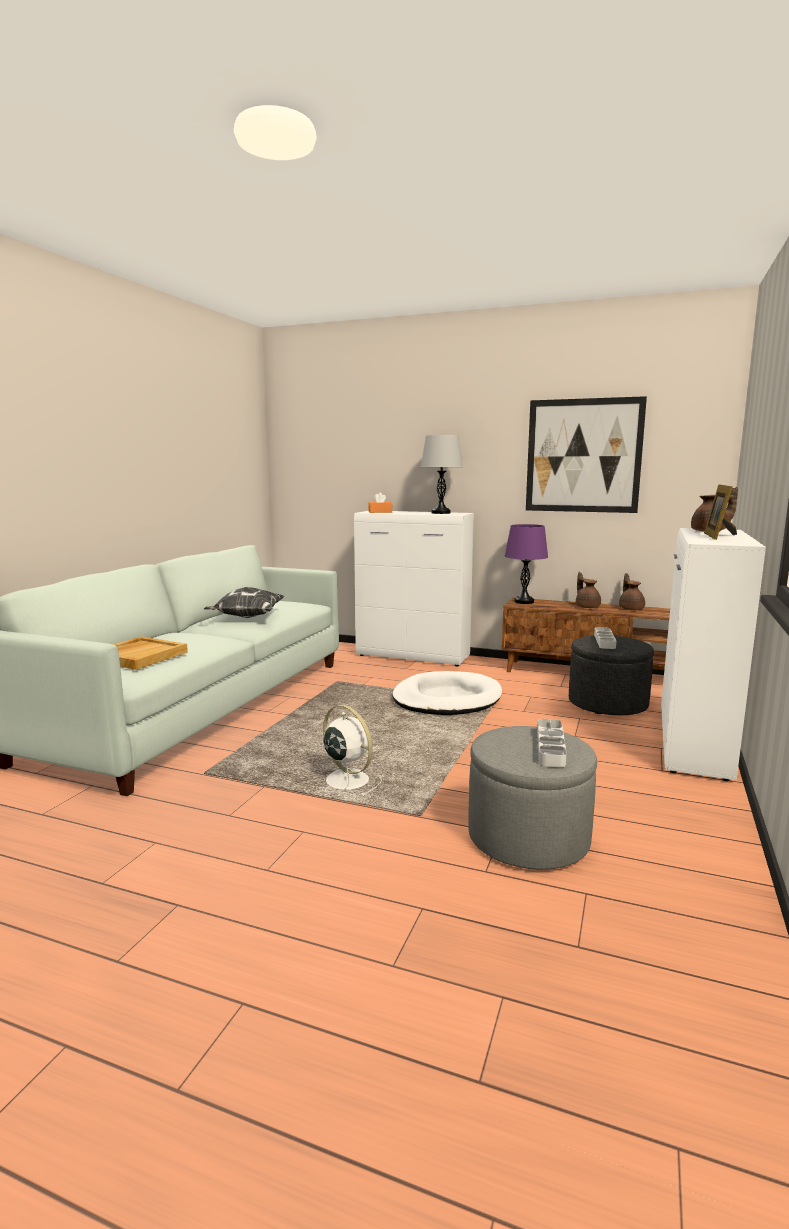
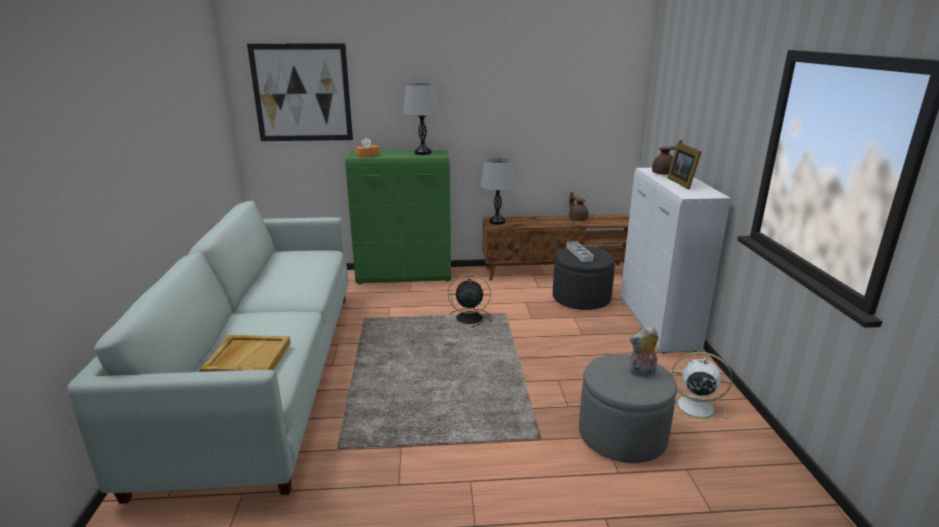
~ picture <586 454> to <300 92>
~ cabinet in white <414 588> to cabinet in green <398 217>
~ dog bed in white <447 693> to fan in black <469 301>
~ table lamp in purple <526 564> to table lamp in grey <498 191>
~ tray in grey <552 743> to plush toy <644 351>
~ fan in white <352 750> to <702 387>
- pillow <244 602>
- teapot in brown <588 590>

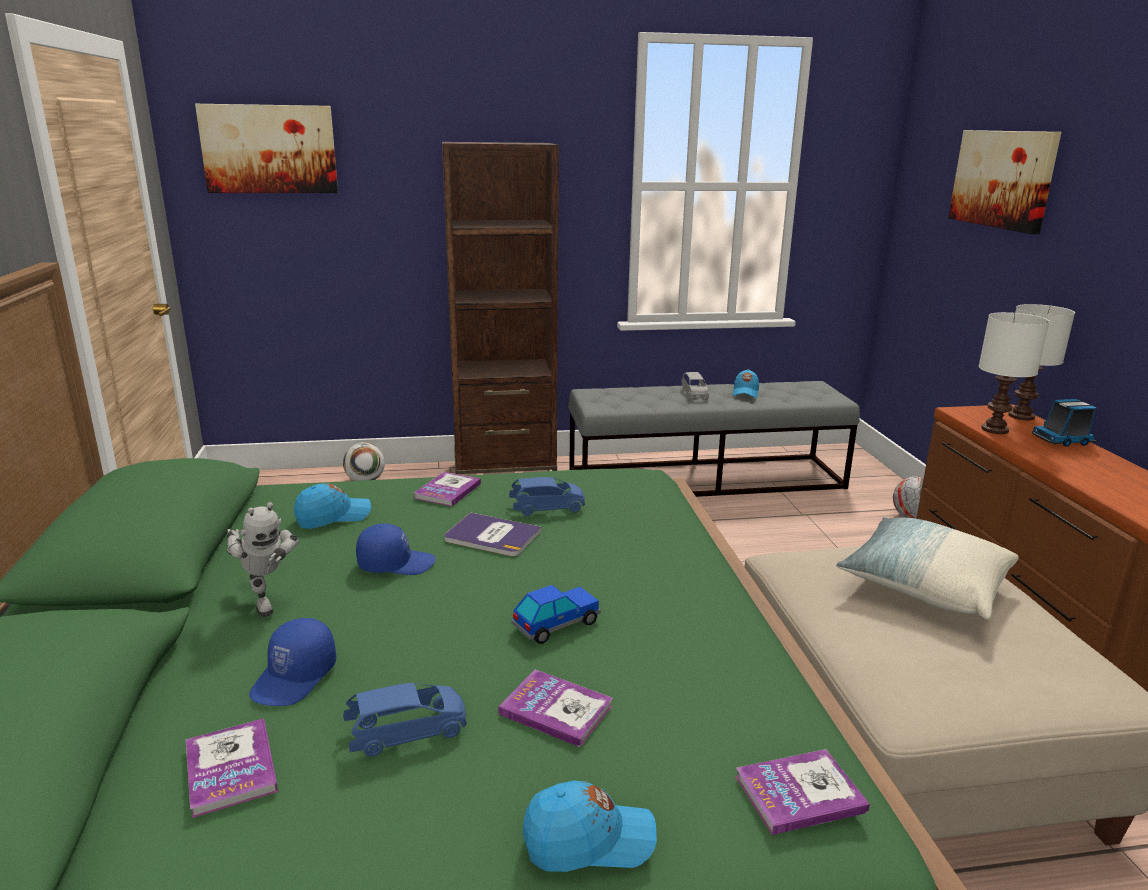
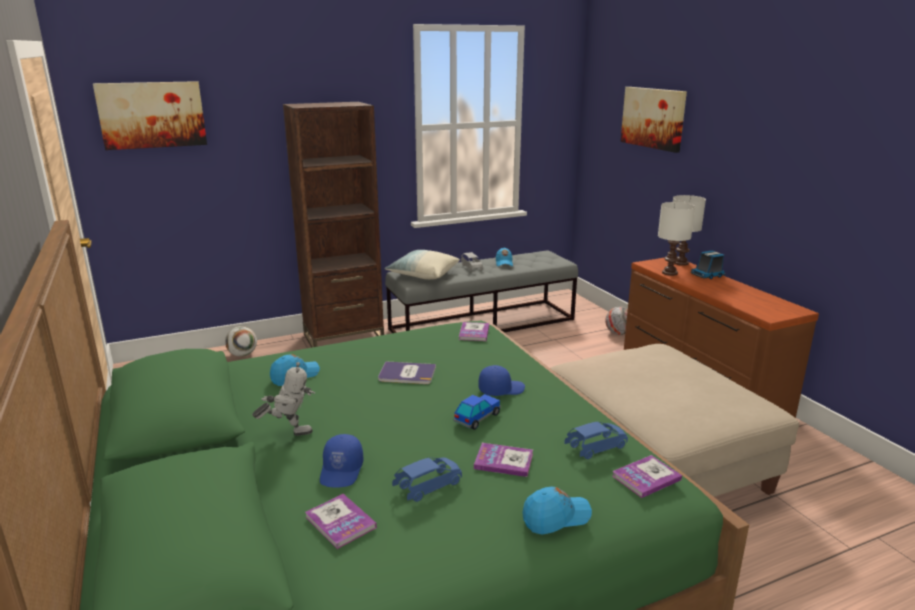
~ toy robot <262 559> = <283 399> 45 degrees counterclockwise
~ pillow <927 568> to <422 264>
~ book <447 489> to <474 331>
~ cap in blue <396 549> to <501 380>
~ toy car in blue <547 496> to <596 440>

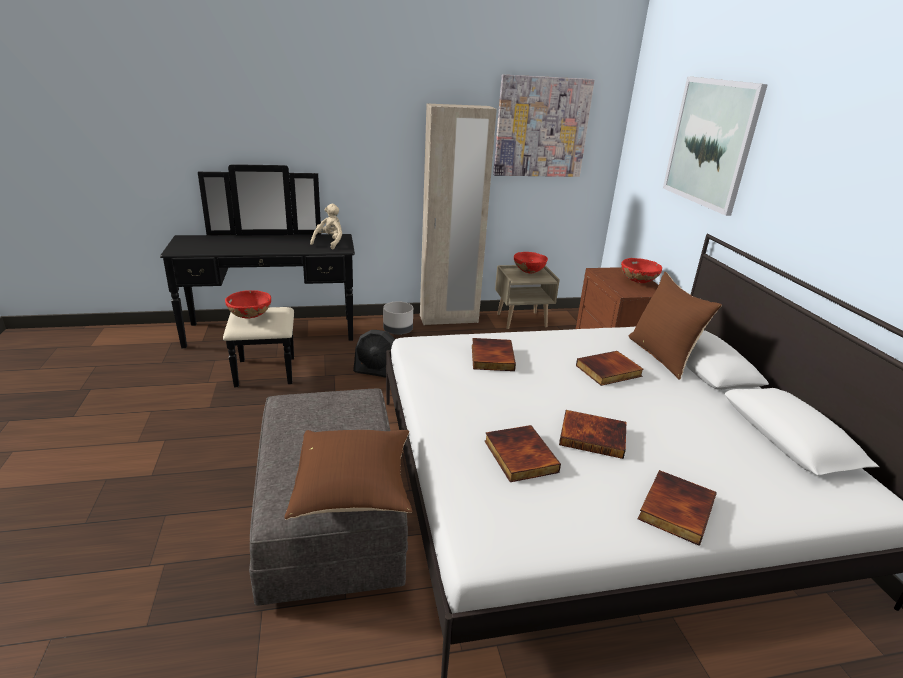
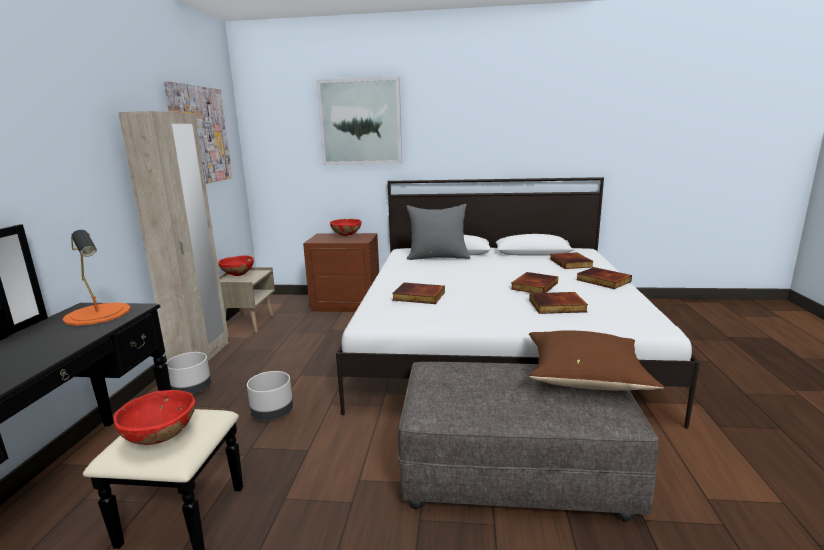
~ plush toy in beige <326 227> to table lamp in orange <96 278>
~ fan in black <374 354> to planter in grey <270 396>
~ pillow in brown <675 326> to pillow in grey <438 232>
~ book <610 368> to <572 260>

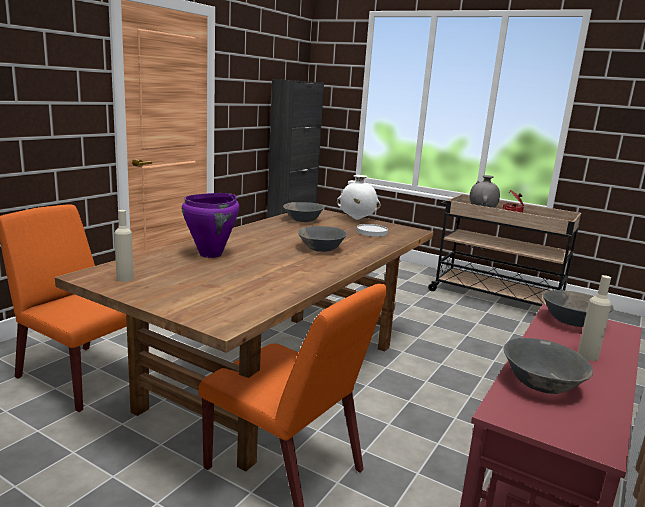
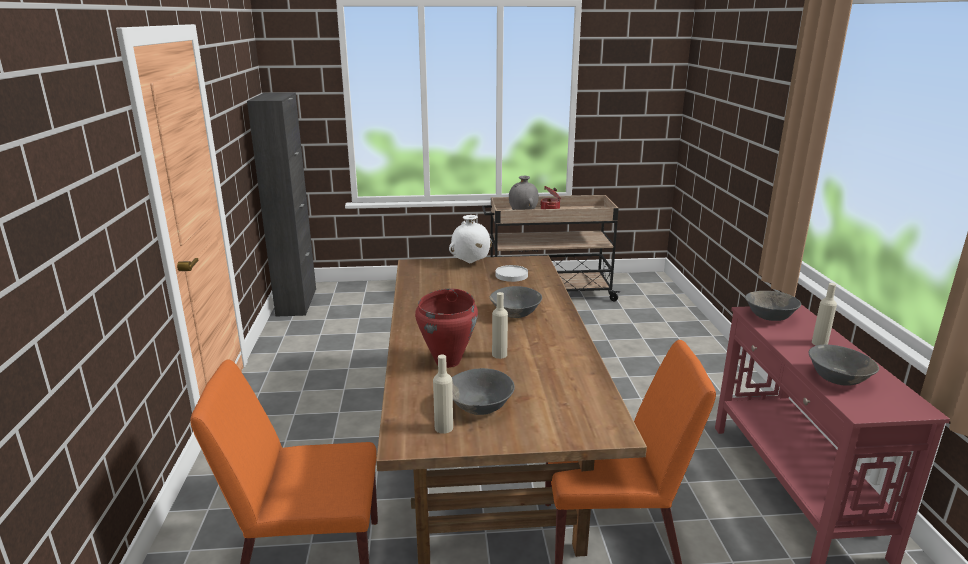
~ cooking pot in purple <210 225> to cooking pot in red <446 328>
~ bowl in grey <303 212> to <483 391>
+ bottle in beige <500 325>

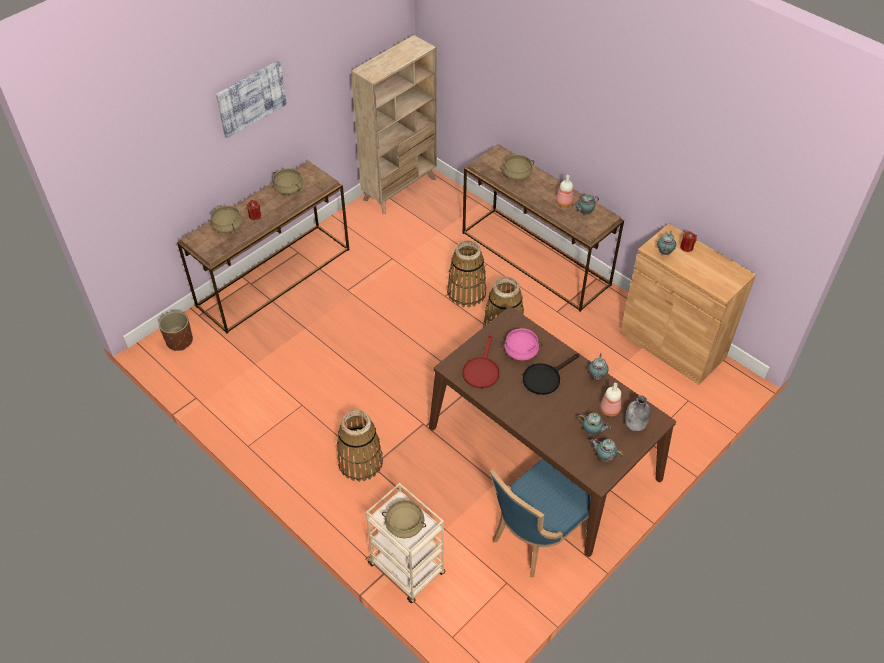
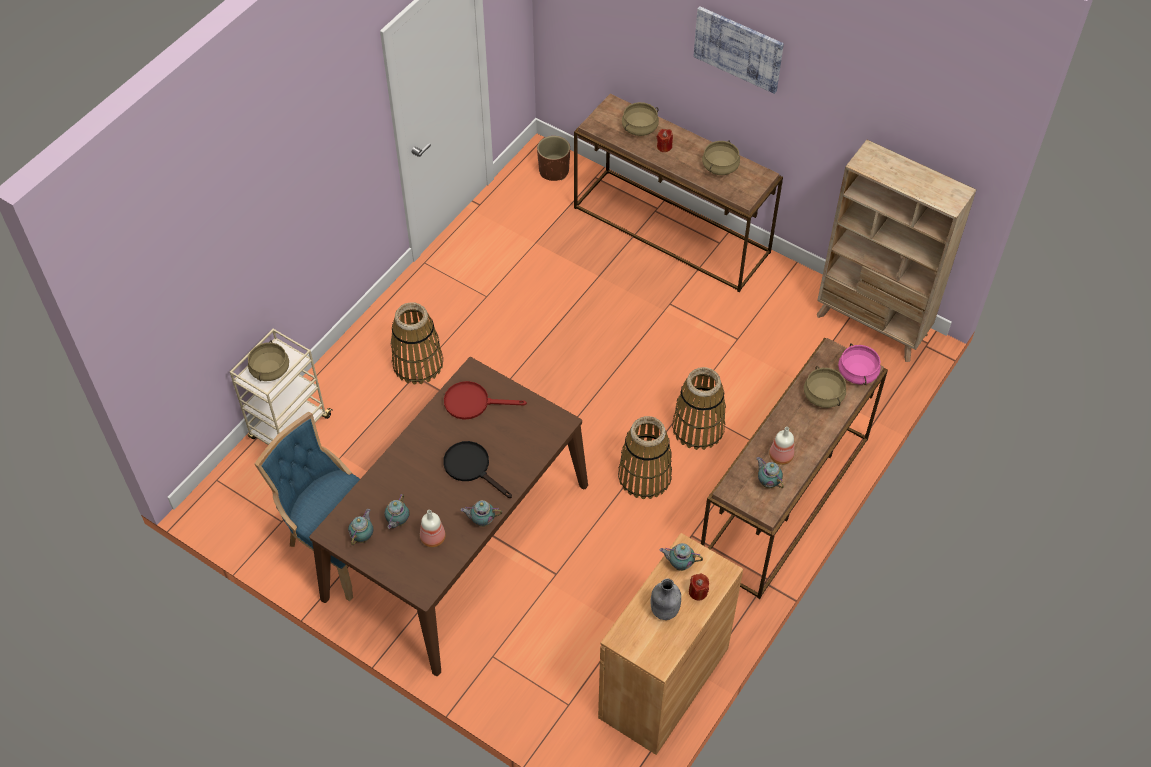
~ bottle in grey <638 413> to <666 599>
~ cooking pot in pink <522 344> to <859 364>

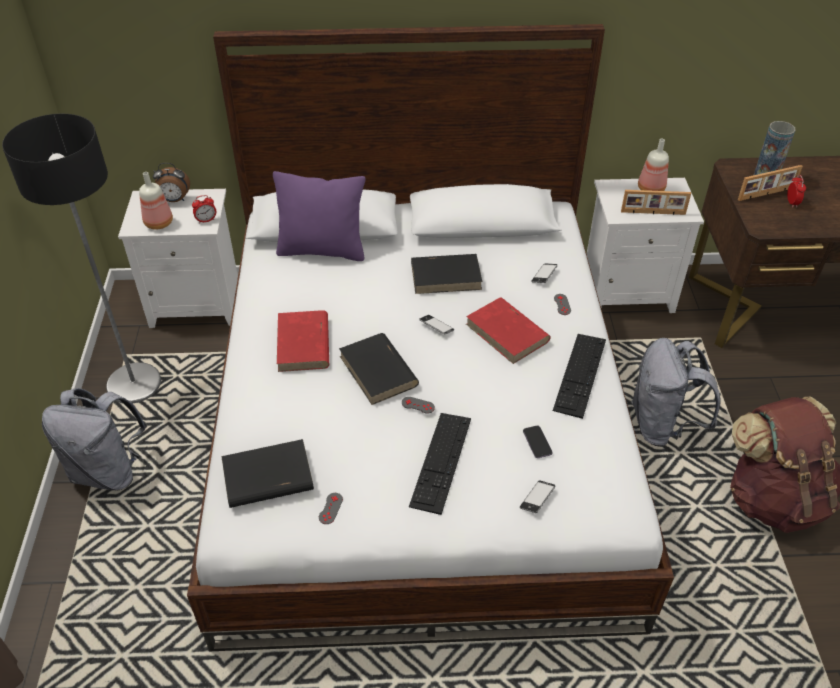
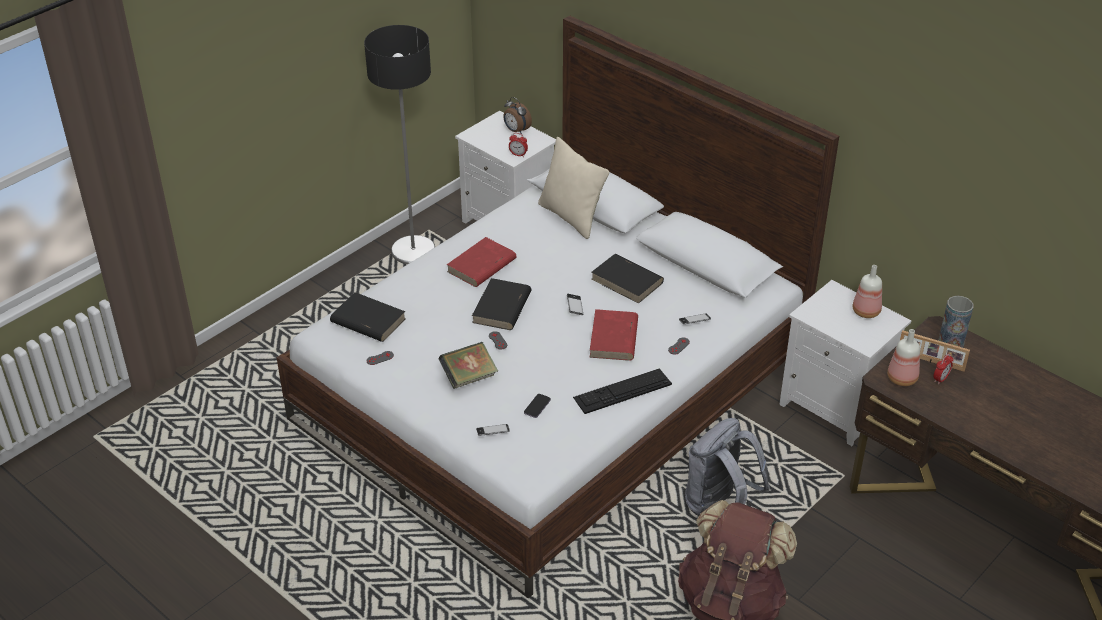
~ keyboard <440 464> to book <468 365>
~ pillow in purple <319 216> to pillow in beige <573 188>
~ bottle <156 201> to <903 357>
- backpack in grey <94 439>
- picture frame <656 202>

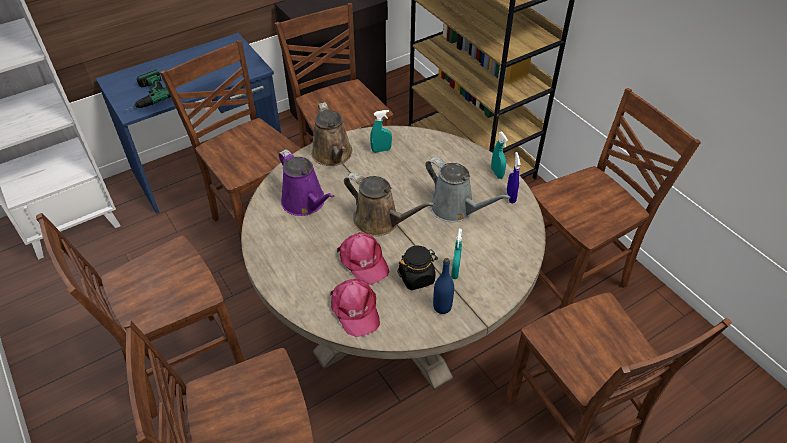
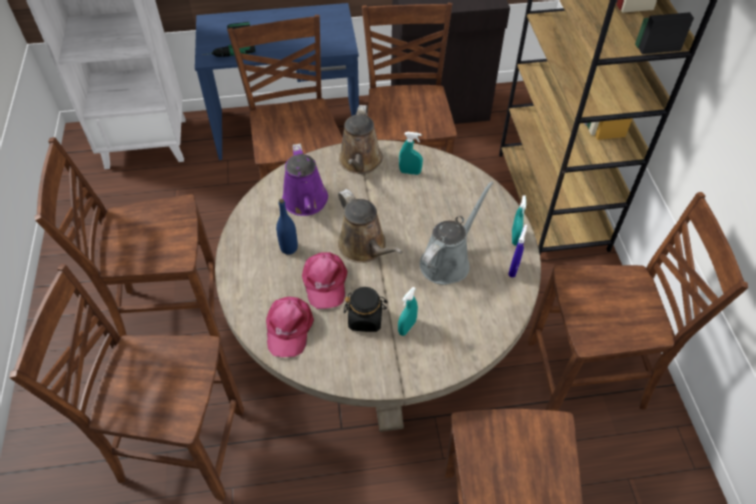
~ bottle in blue <443 286> to <287 227>
~ watering can in grey <467 189> = <457 233> 120 degrees counterclockwise

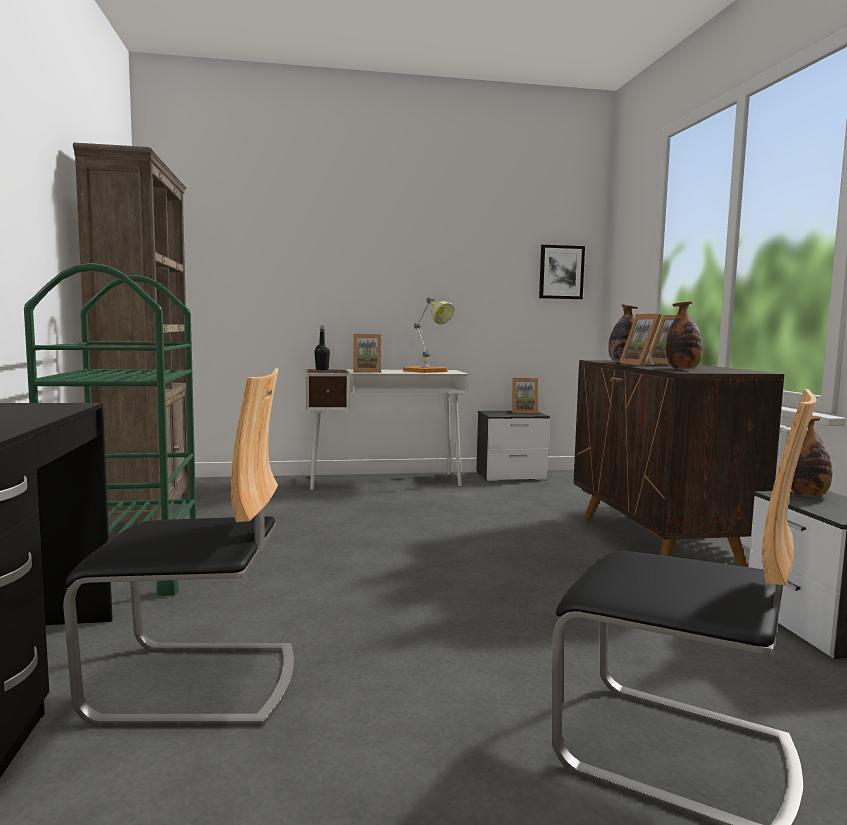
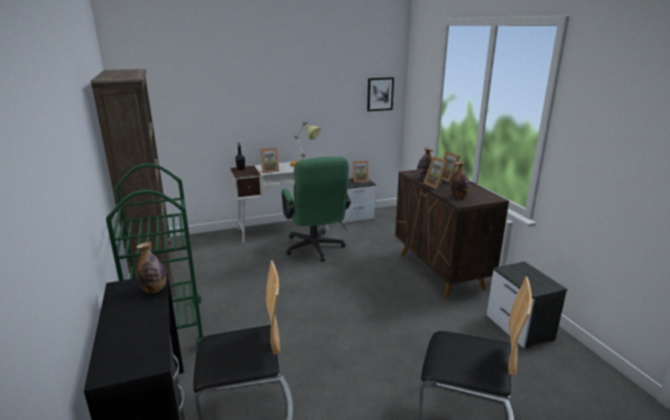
~ bottle <812 456> to <151 267>
+ office chair in green <316 209>

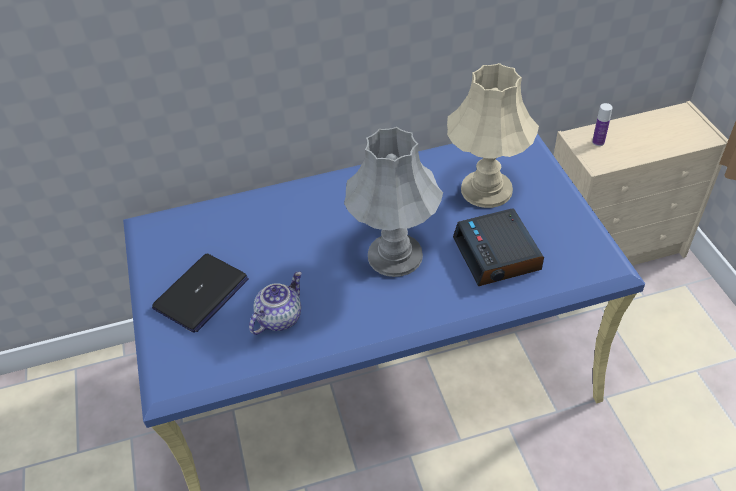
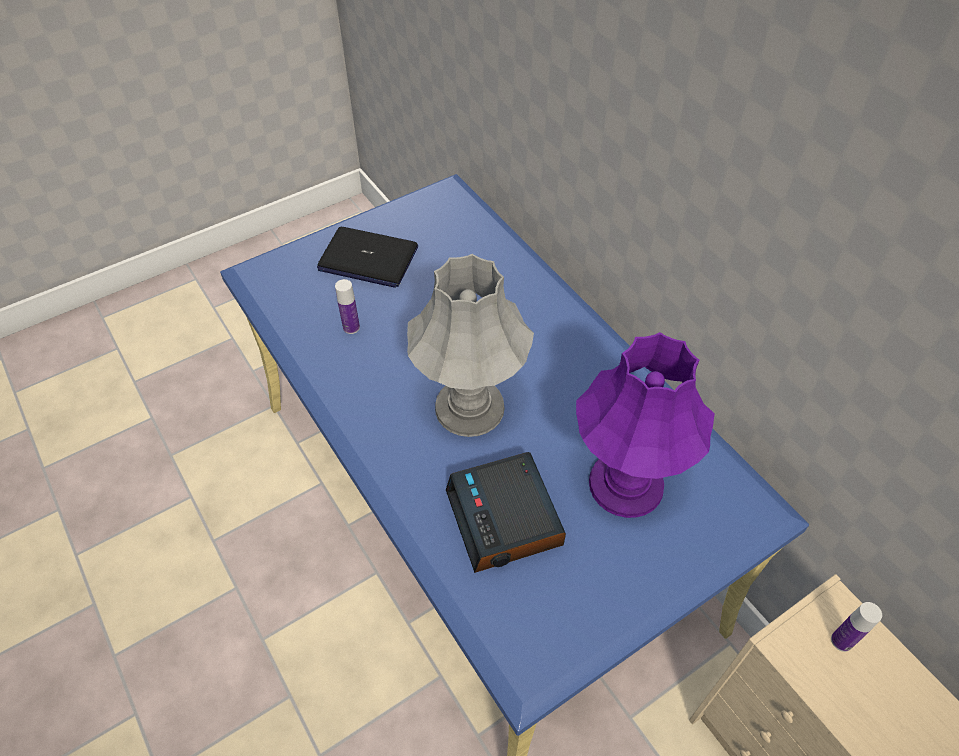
~ teapot <275 303> to bottle <347 306>
~ alarm clock <498 247> = <506 512> 75 degrees counterclockwise
~ table lamp in beige <493 135> to table lamp in purple <645 425>

